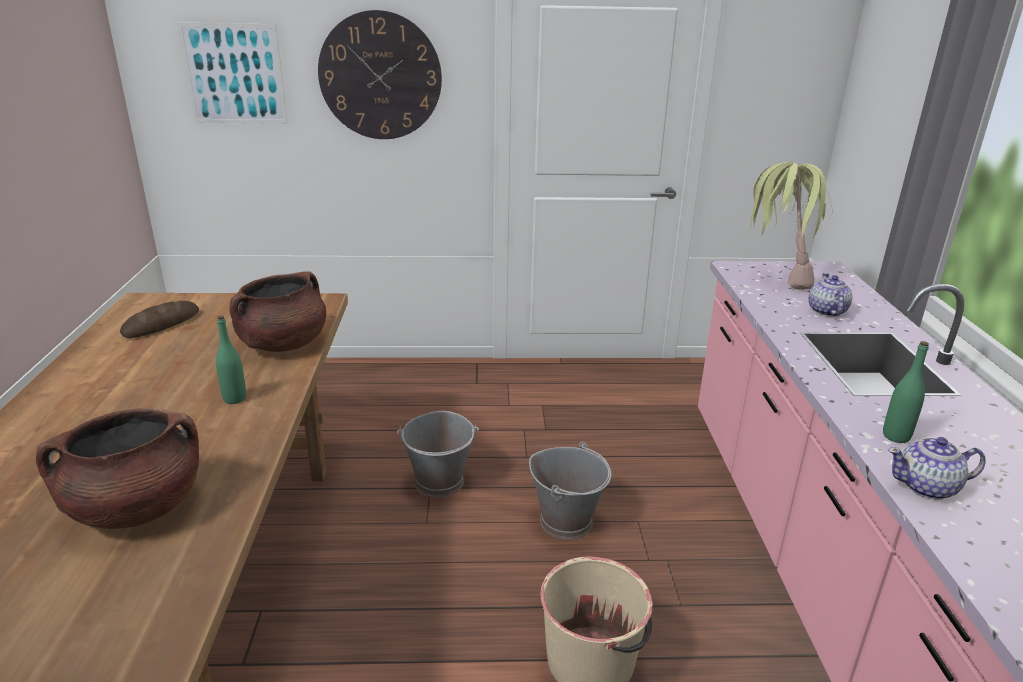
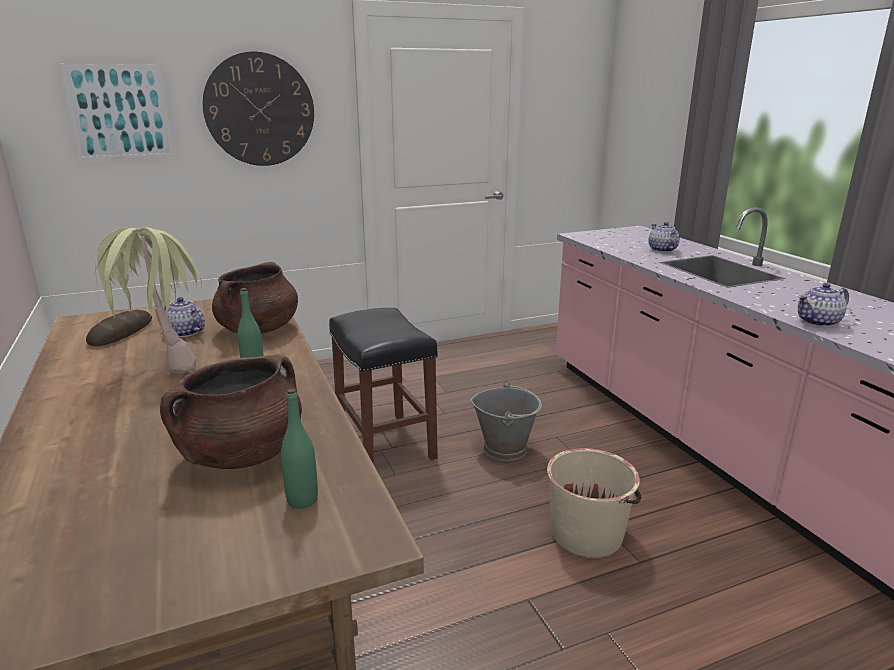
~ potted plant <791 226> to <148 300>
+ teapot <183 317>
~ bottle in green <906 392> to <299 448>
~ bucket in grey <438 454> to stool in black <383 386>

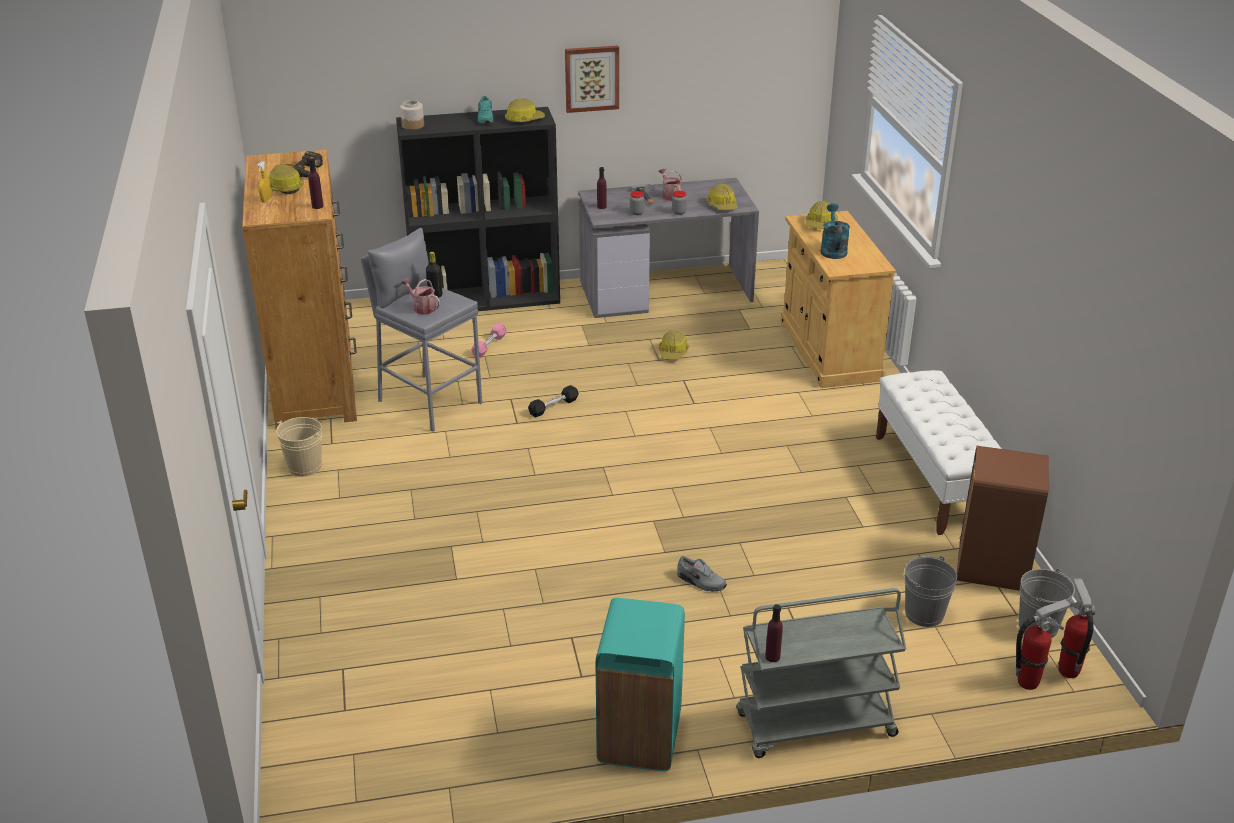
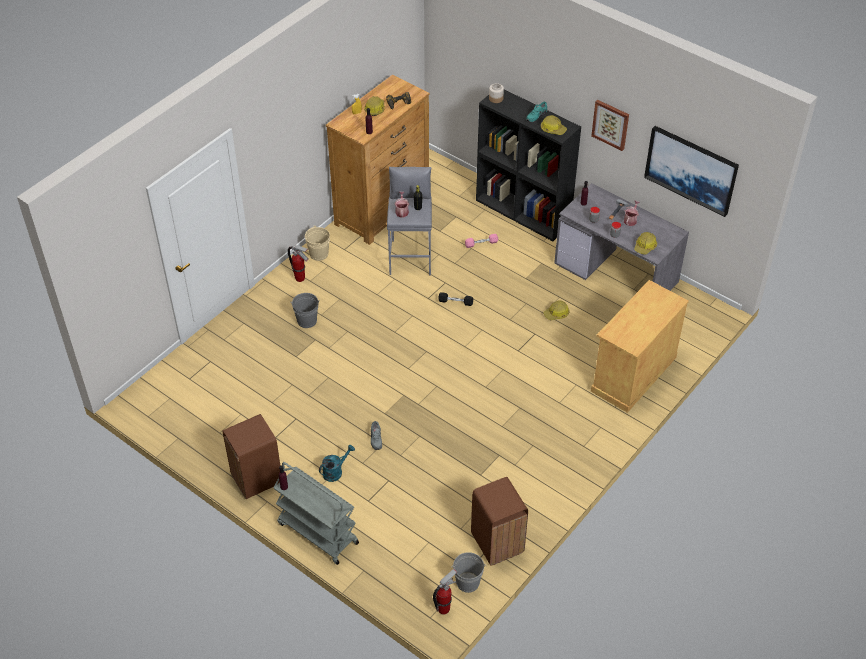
~ trash can in turquoise <640 684> to trash can in brown <251 456>
~ fire extinguisher <1043 644> to <298 263>
~ bucket in grey <930 591> to <305 310>
~ watering can in turquoise <835 231> to <337 463>
+ picture <691 171>
- hard hat <821 215>
- bench in white <938 452>

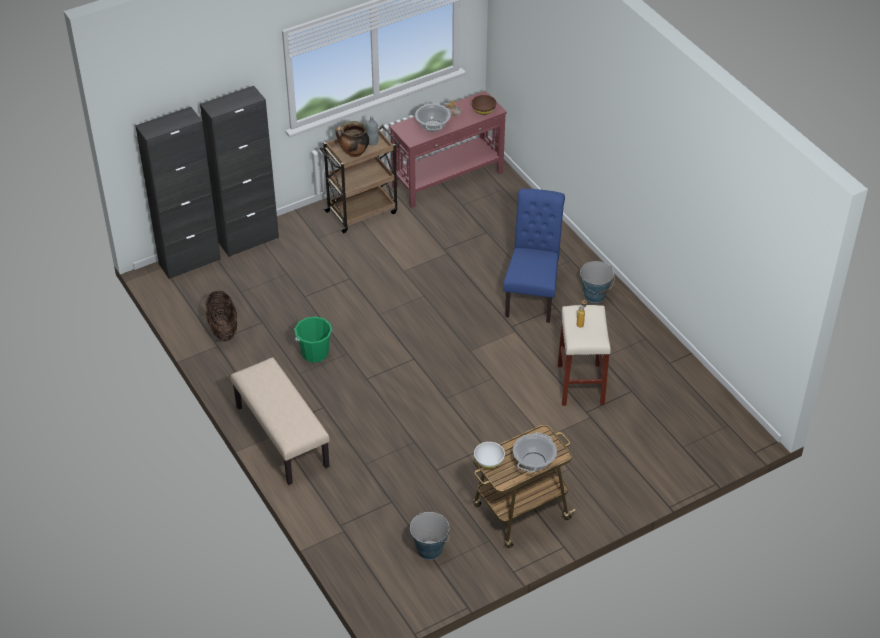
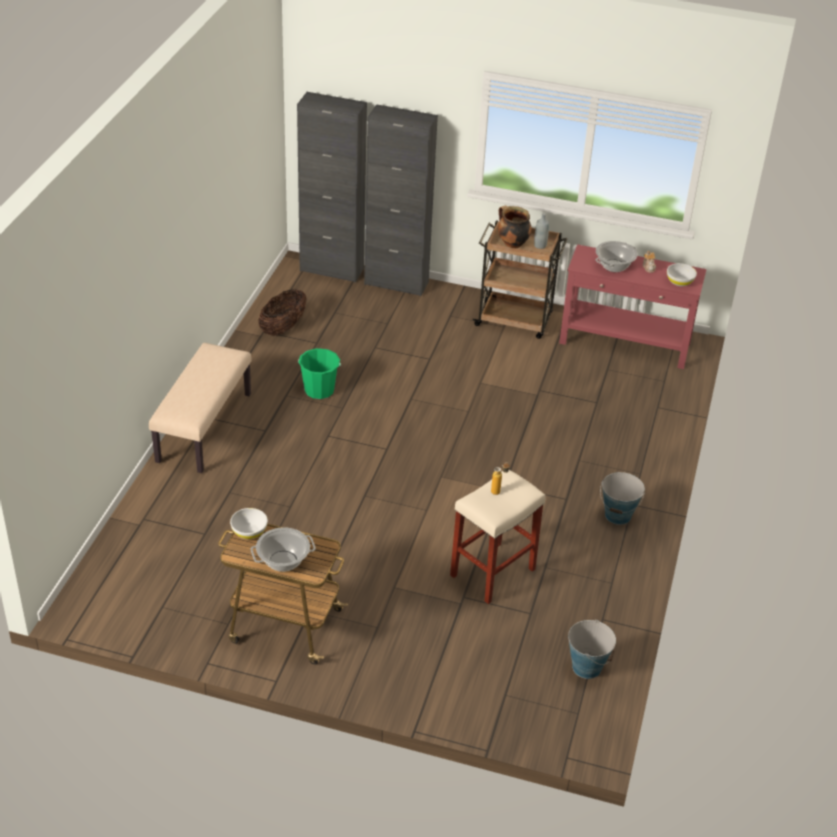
~ bucket <429 536> to <592 649>
~ bowl in brown <484 105> to bowl in white <682 274>
- chair in blue <534 255>

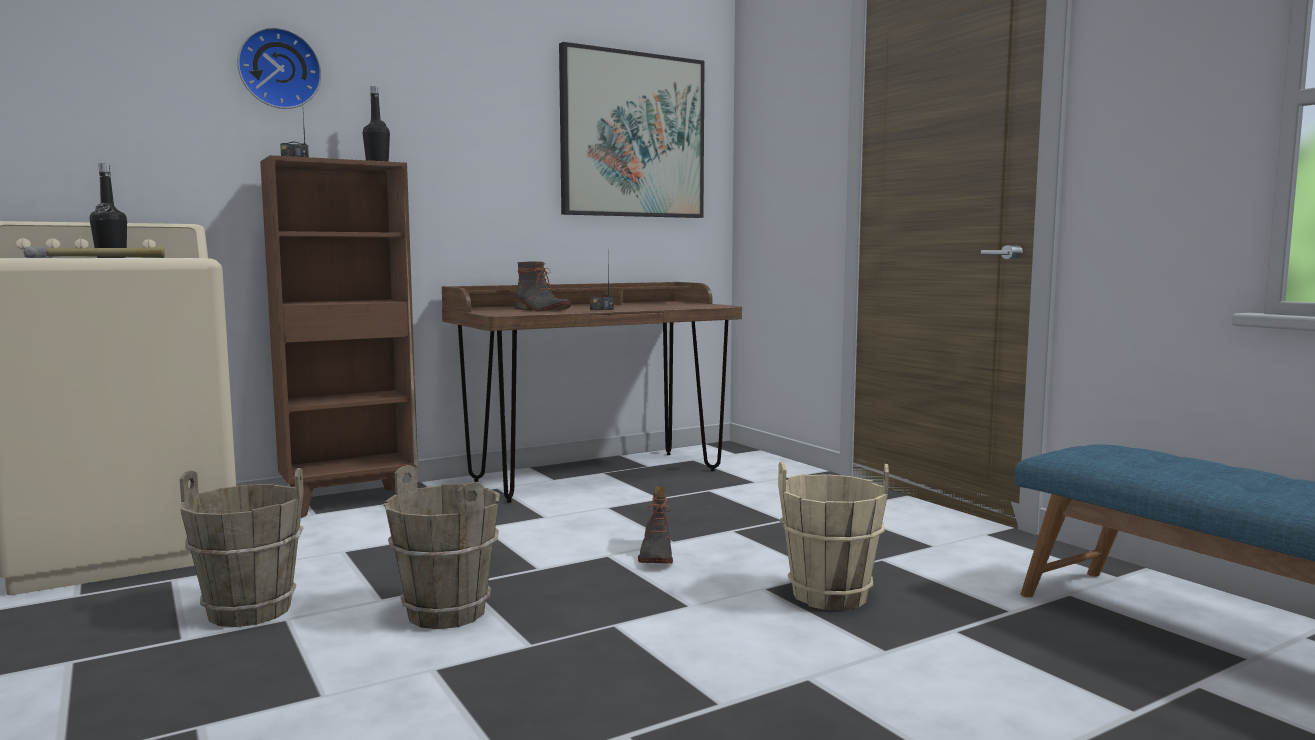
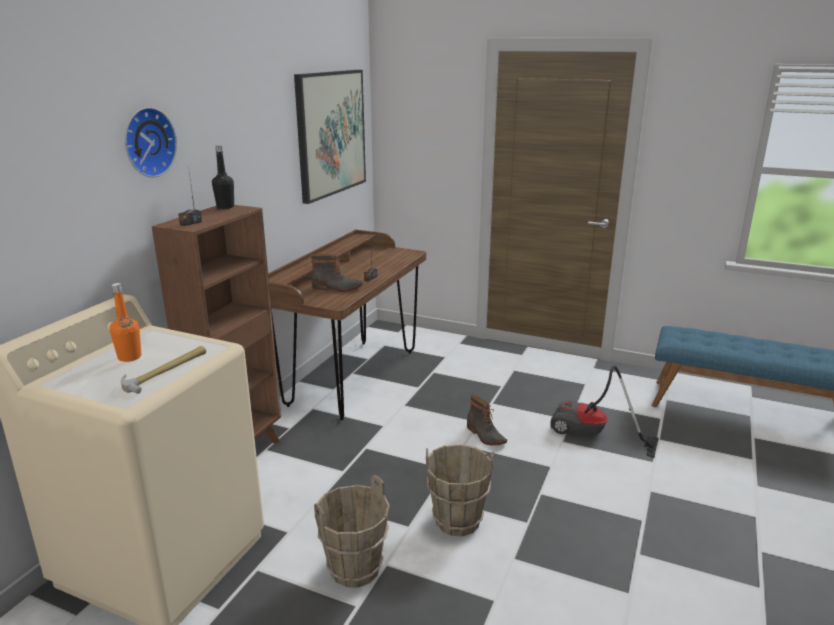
~ bottle in black <108 211> to bottle in orange <125 322>
~ bucket in beige <833 536> to vacuum cleaner <604 412>

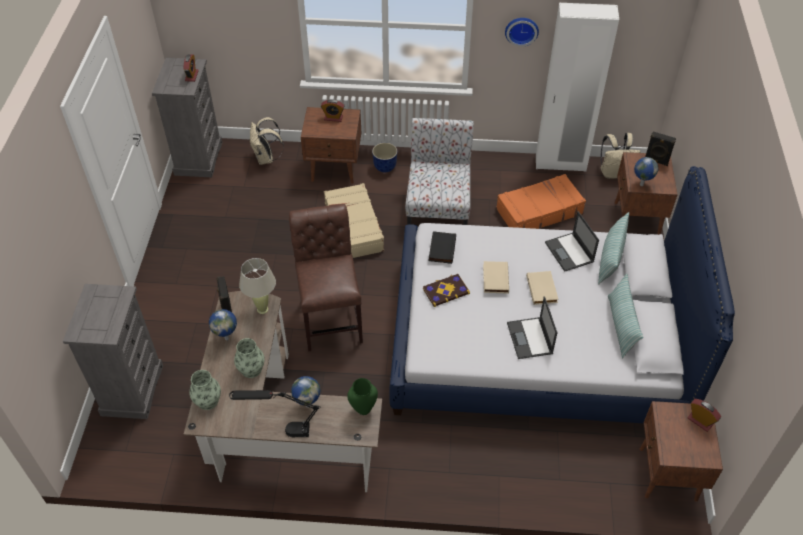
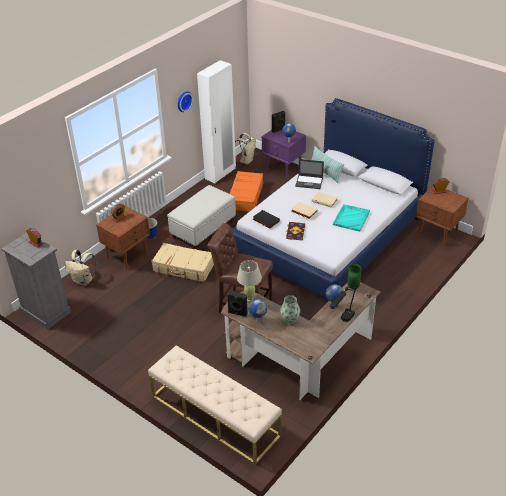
~ dresser in grey <113 351> to bench in beige <215 405>
~ chair <439 171> to ottoman in white <201 217>
~ nightstand in brown <646 193> to nightstand in purple <284 154>
~ laptop <532 327> to tray in turquoise <351 218>
- vase <205 390>
- pillow <625 316>

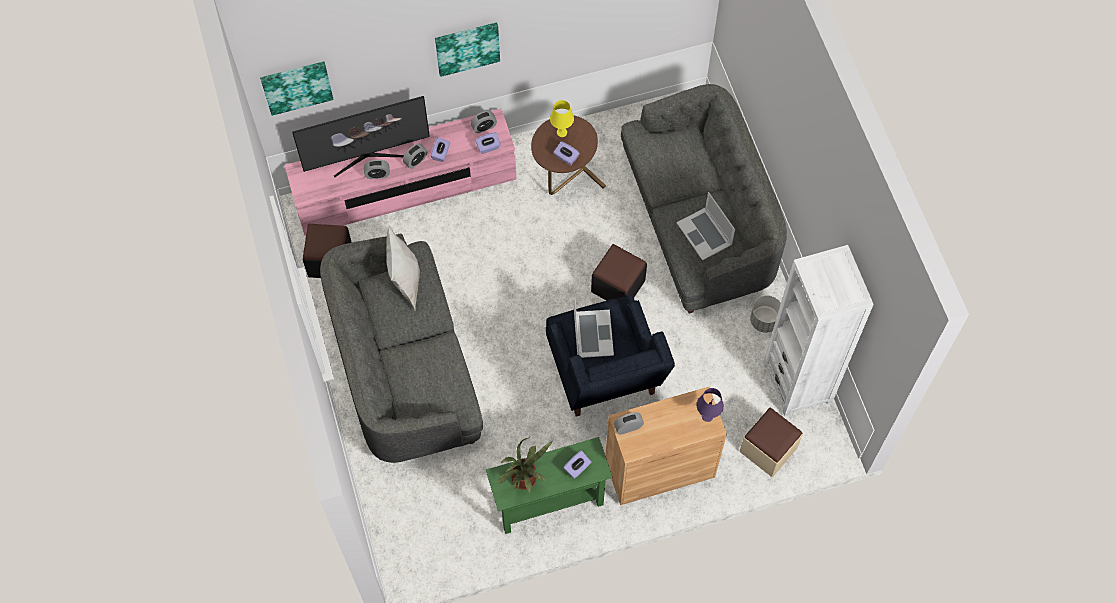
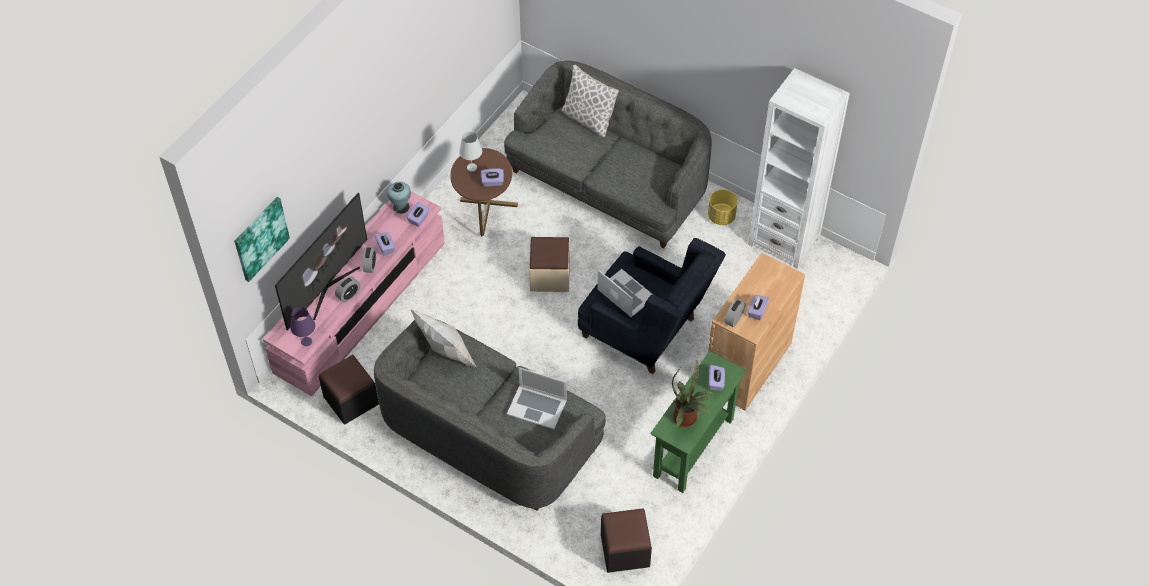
~ table lamp in purple <710 405> to <302 326>
~ alarm clock <484 122> to vase in turquoise <399 198>
~ table lamp in yellow <562 118> to table lamp in white <470 151>
~ laptop <706 226> to <537 398>
~ ottoman in beige <771 442> to <549 264>
+ pillow <590 100>
~ ottoman in black <619 272> to <626 540>
~ planter in grey <765 314> to planter in yellow <723 207>
+ tissue box in purple <758 307>
- picture <467 49>

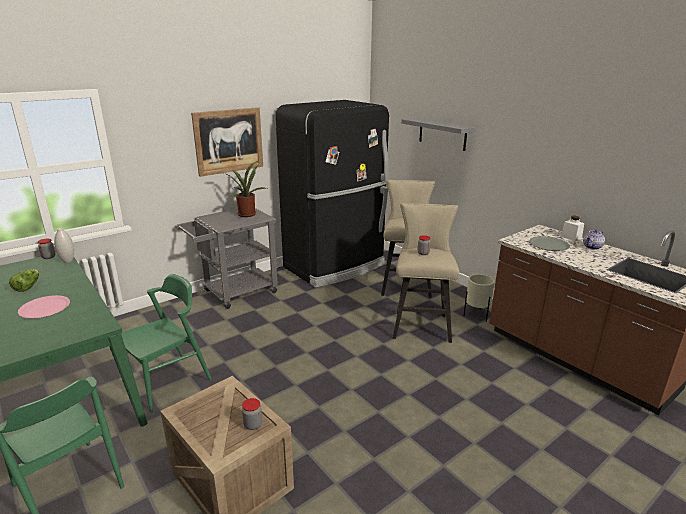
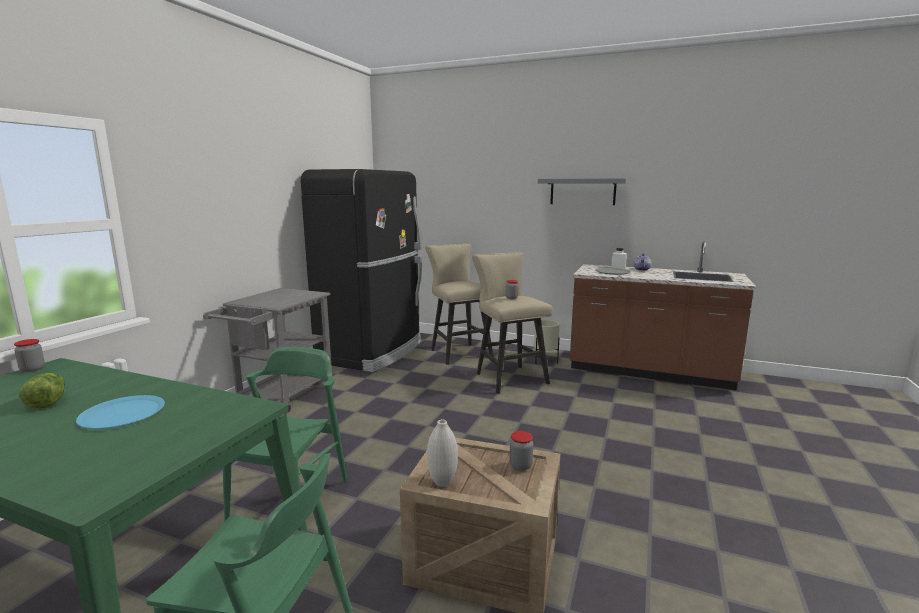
~ plate in pink <44 306> to plate in blue <120 412>
~ vase in white <64 245> to <442 453>
~ shelf in grey <438 134> to <582 191>
- picture <227 142>
- potted plant <245 188>

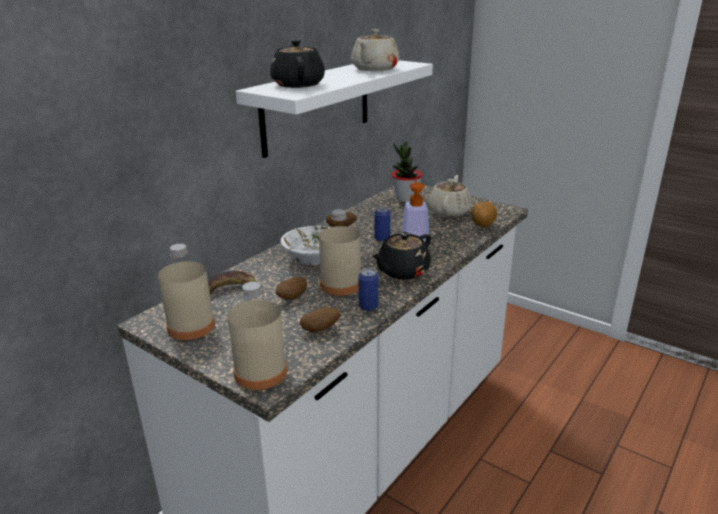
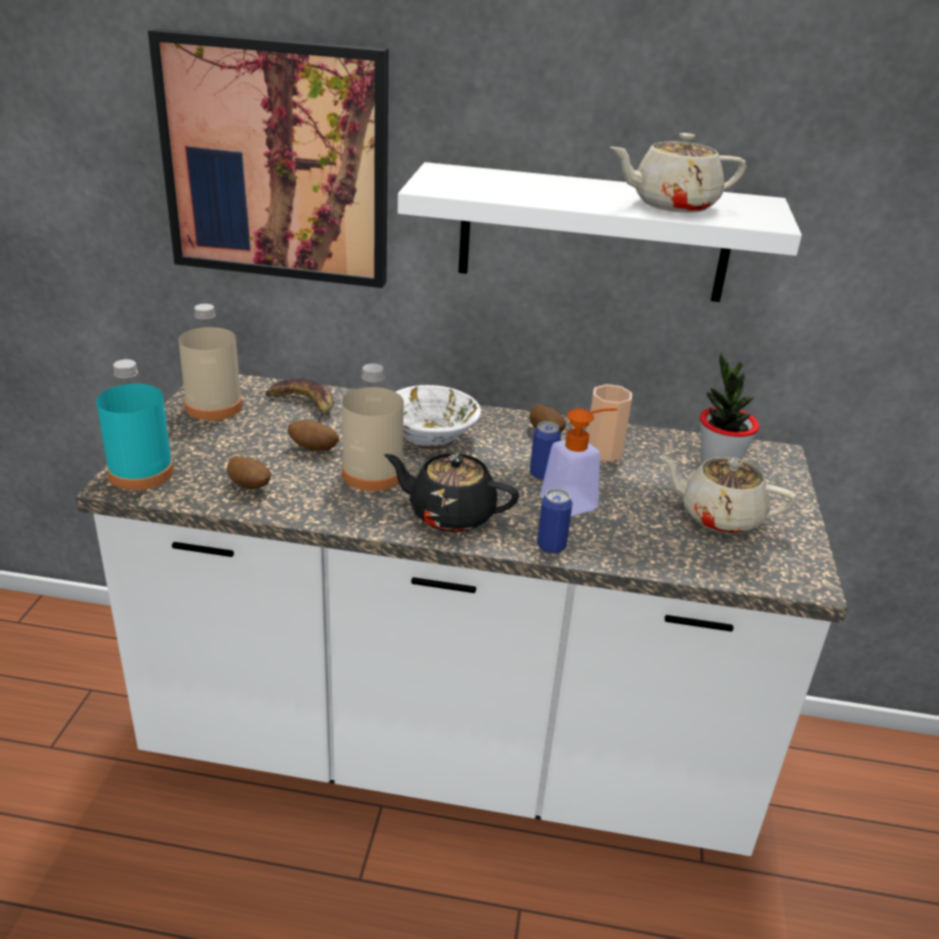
~ bottle in beige <257 336> to bottle in turquoise <135 424>
+ picture <268 158>
~ can <368 289> to <554 521>
+ cup <610 423>
~ teapot in beige <450 196> = <727 495> 150 degrees counterclockwise
- teapot in black <297 64>
- potato <484 214>

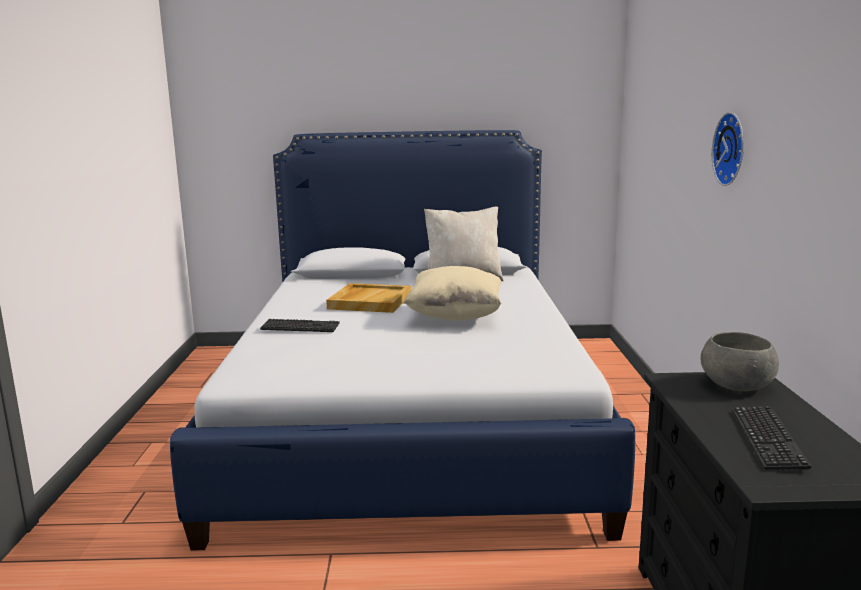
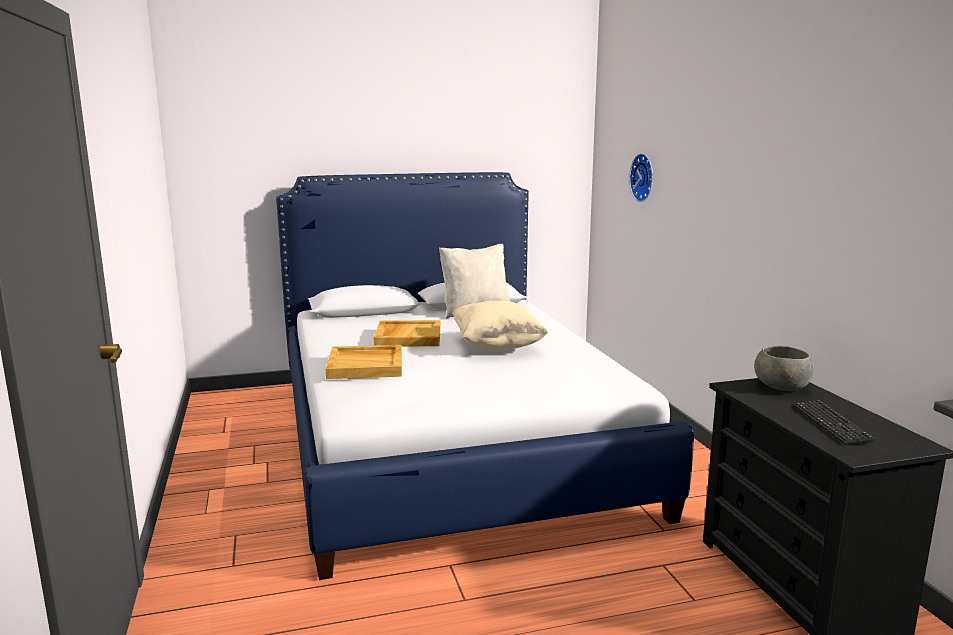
~ keyboard <300 325> to tray in beige <364 362>
~ wall clock <728 149> to <641 177>

